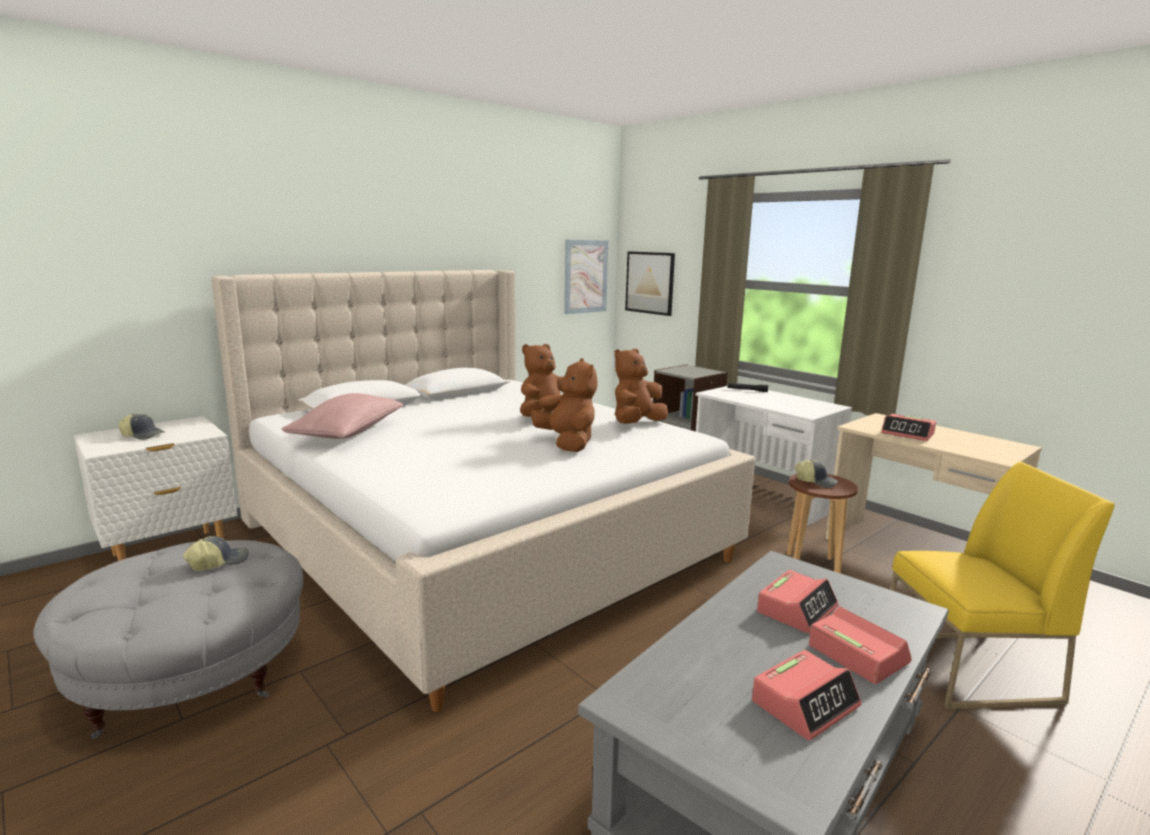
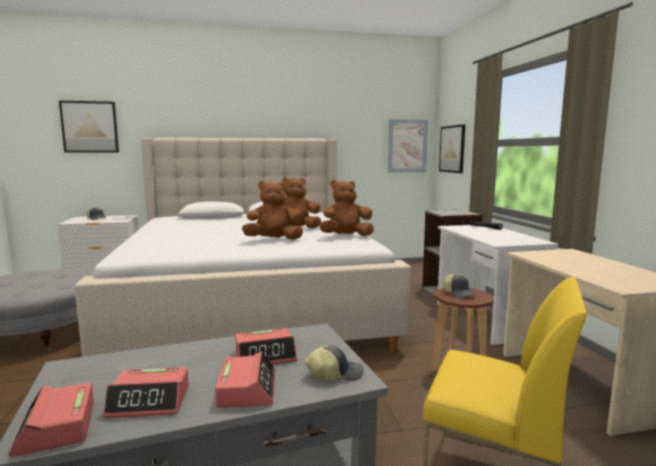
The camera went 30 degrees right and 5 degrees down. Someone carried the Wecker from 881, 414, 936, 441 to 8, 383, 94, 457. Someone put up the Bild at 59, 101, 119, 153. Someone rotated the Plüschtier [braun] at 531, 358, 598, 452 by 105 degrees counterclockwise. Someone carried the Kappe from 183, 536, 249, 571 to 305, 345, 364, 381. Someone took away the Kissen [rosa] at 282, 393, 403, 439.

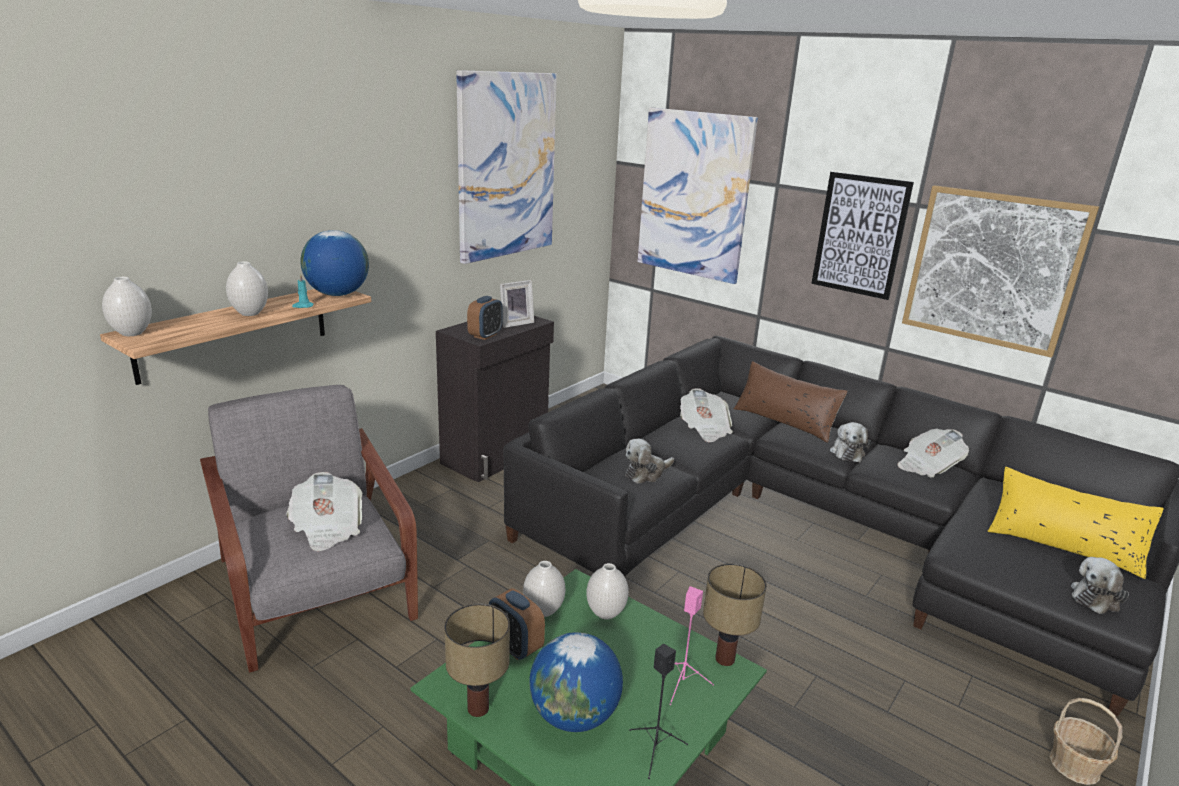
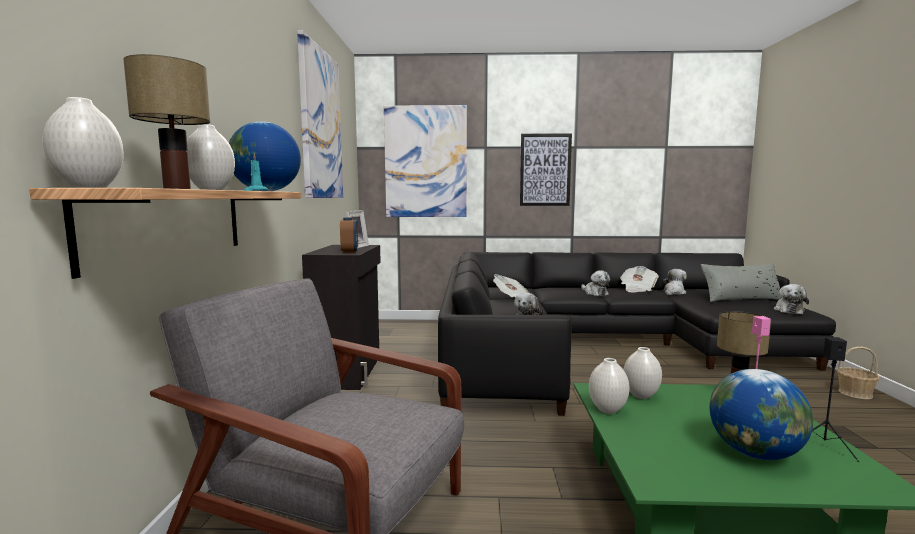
The camera went 35 degrees left and 15 degrees down. Someone carried the Tischlampe from 444, 604, 510, 717 to 123, 54, 210, 189. Someone put down the Plüschtier at 663, 269, 687, 295. Someone repainted the Kissen [gelb] at 988, 467, 1164, 579, which became the Kissen [grau] at 701, 263, 783, 302. Someone took away the Zeitung at 286, 472, 362, 552. Someone took away the Wecker at 489, 588, 545, 660. Someone took away the Kissen [braun] at 734, 361, 848, 443. Someone took away the Bild at 902, 185, 1099, 358.

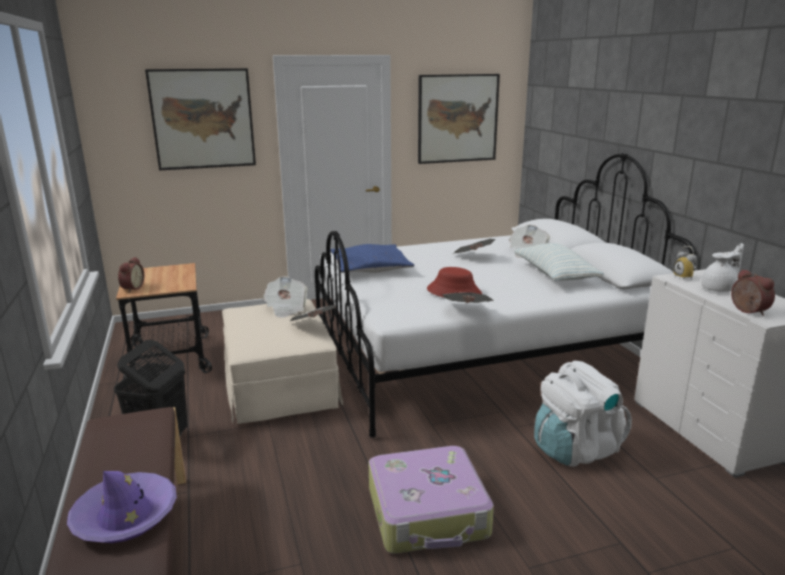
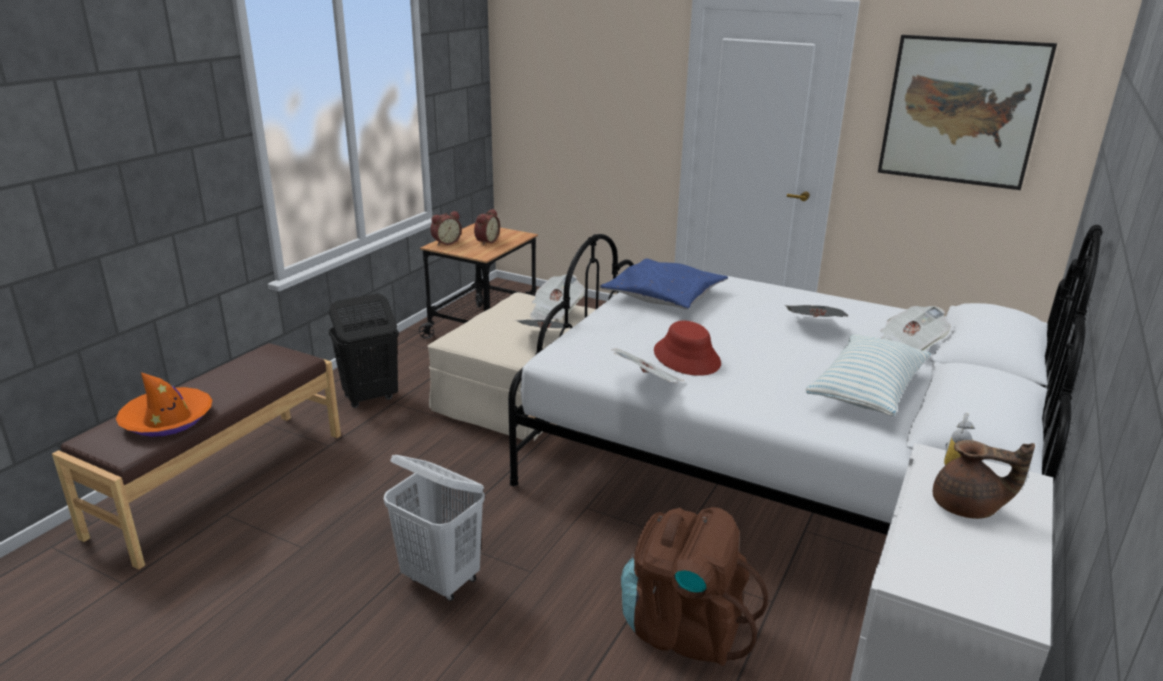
The camera went 45 degrees right and 5 degrees up. Someone repainted the Hut [lila] at 67, 471, 177, 543, which became the Hut [orange] at 116, 372, 212, 437. Someone swapped the Koffer at 369, 446, 494, 554 for the Wäschekorb [weiß] at 384, 455, 485, 601. Someone carried the Wecker from 731, 269, 775, 316 to 474, 209, 500, 245. Someone repainted the Rucksack [weiß] at 534, 361, 632, 467, which became the Rucksack [braun] at 621, 507, 768, 666. Someone repainted the Teekanne [weiß] at 701, 243, 744, 292, which became the Teekanne [braun] at 933, 440, 1035, 519. Someone took away the Bild at 145, 68, 256, 170.

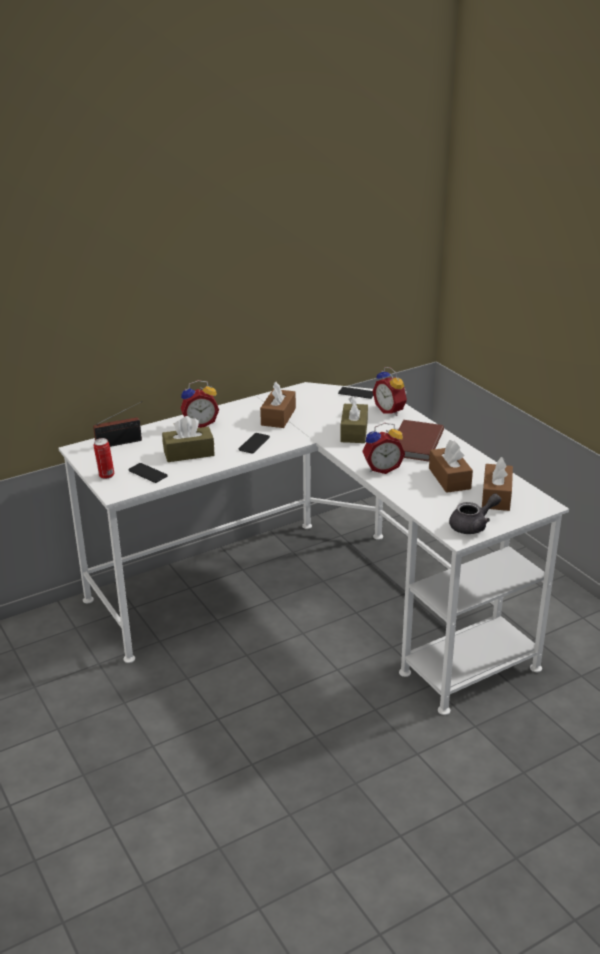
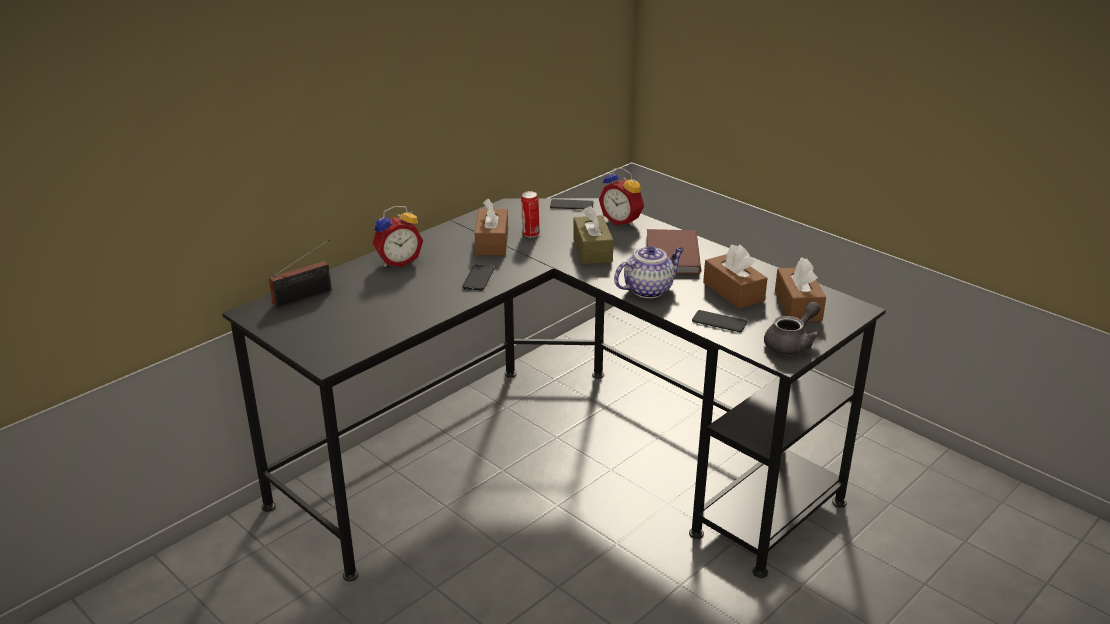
The camera went 15 degrees left and 0 degrees up. Someone repainted the Schreibtisch [weiß] at 58, 382, 569, 715, which became the Schreibtisch [schwarz] at 222, 198, 886, 581. Someone carried the Dose from 93, 438, 114, 479 to 521, 191, 540, 238. Someone swapped the Wecker at 362, 423, 405, 474 for the Teekanne at 614, 246, 684, 298. Someone carried the Handy from 128, 463, 167, 483 to 692, 310, 747, 332. Someone took away the Taschentuchbox [braun] at 162, 416, 215, 462.

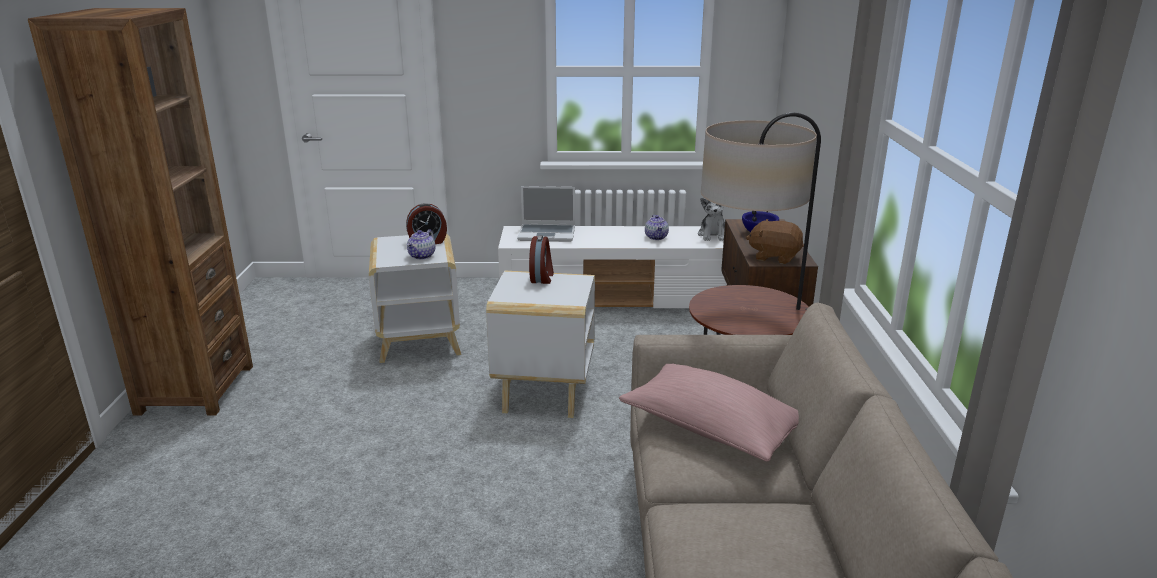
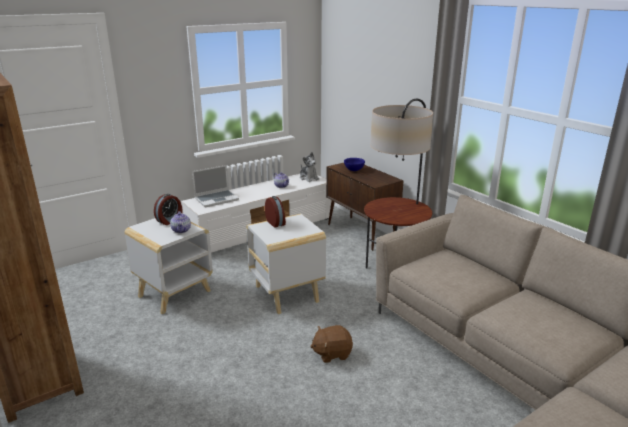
The camera went 35 degrees left and 0 degrees up. Someone carried the Plüschtier [braun] from 746, 219, 804, 264 to 310, 325, 353, 363. Someone took away the Kissen [rosa] at 619, 364, 799, 462.

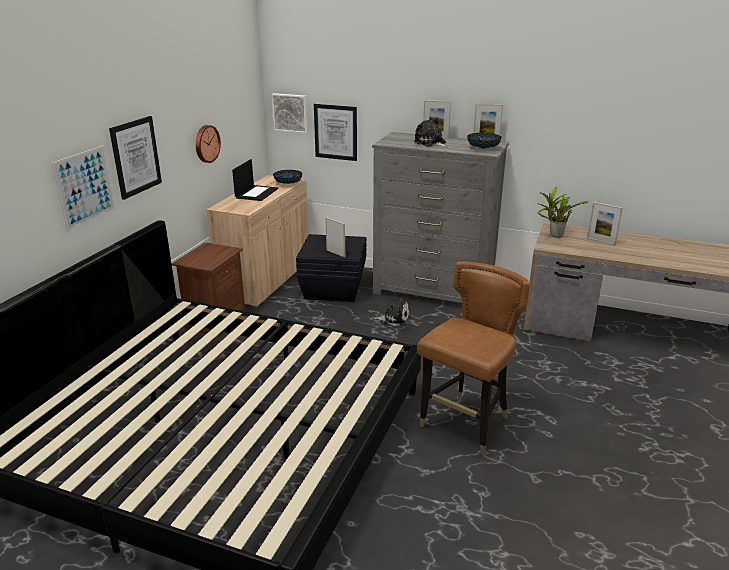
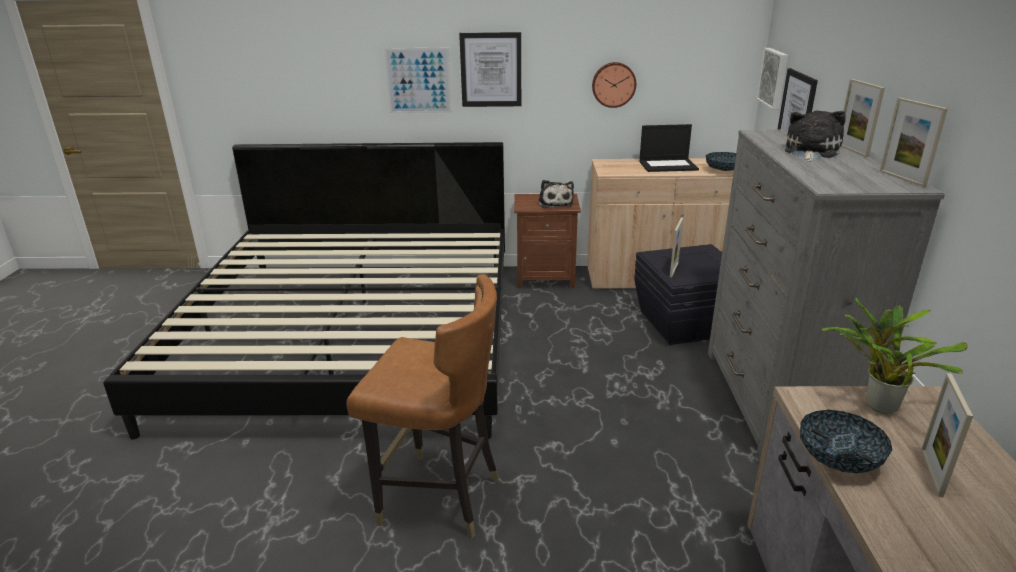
The camera went 70 degrees right and 0 degrees up. Someone carried the Plüschtier from 374, 297, 410, 326 to 538, 180, 574, 208. Someone carried the Schüssel from 467, 133, 501, 149 to 800, 410, 892, 473.

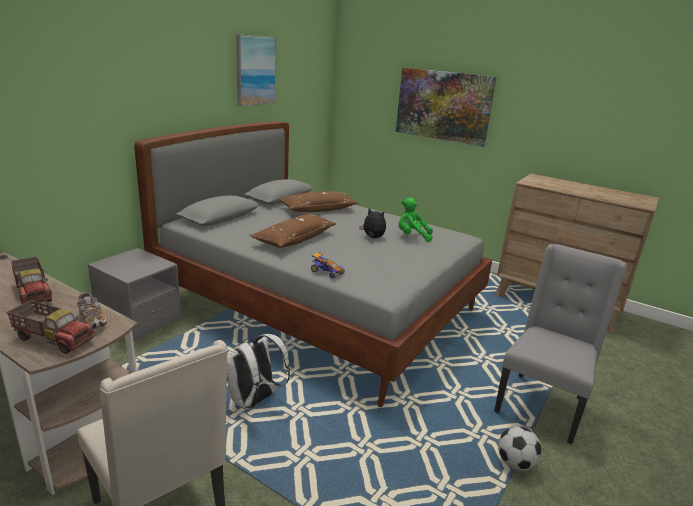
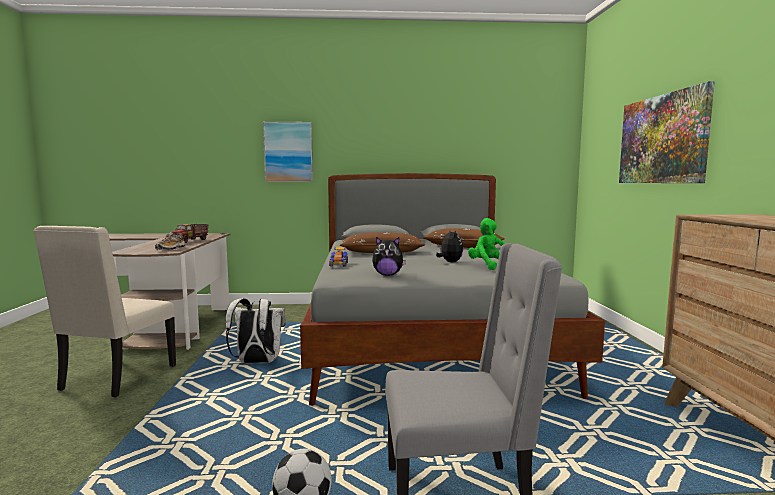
The camera went 55 degrees right and 15 degrees down. Someone carried the Bild from 236, 34, 276, 106 to 263, 122, 313, 182. Someone put down the Plüschtier at 372, 237, 406, 276. Someone took away the Spielzeuglaster at 7, 300, 95, 354. Someone took away the Nachttisch [grau] at 88, 248, 181, 342.

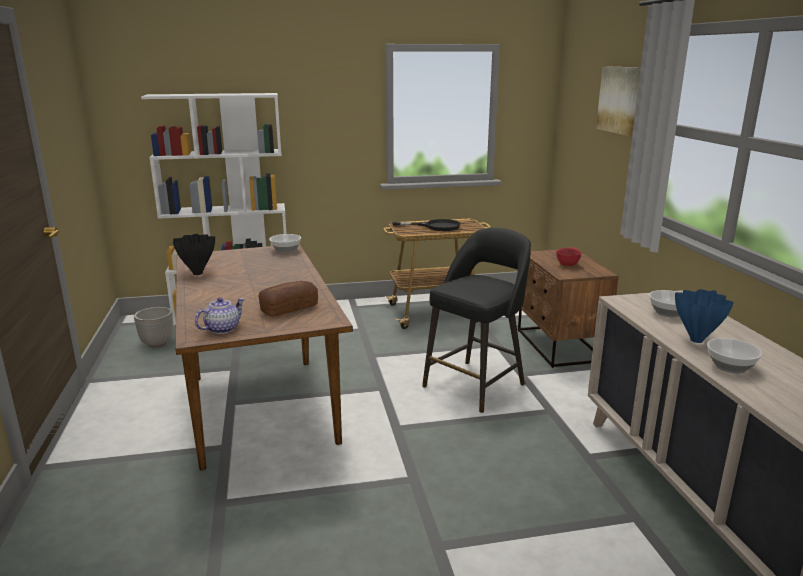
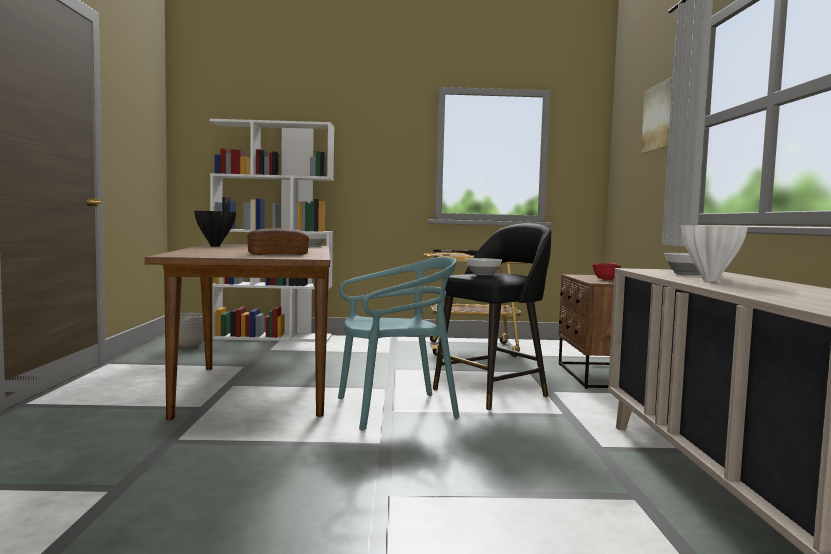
The camera went 10 degrees right and 15 degrees down. Someone put down the Stuhl [türkis] at 338, 257, 459, 430. Someone carried the Schüssel from 707, 338, 762, 373 to 466, 258, 502, 276. Someone repainted the Vase [blau] at 675, 289, 734, 343, which became the Vase [weiß] at 681, 225, 748, 281. Someone took away the Teekanne at 195, 297, 245, 334.

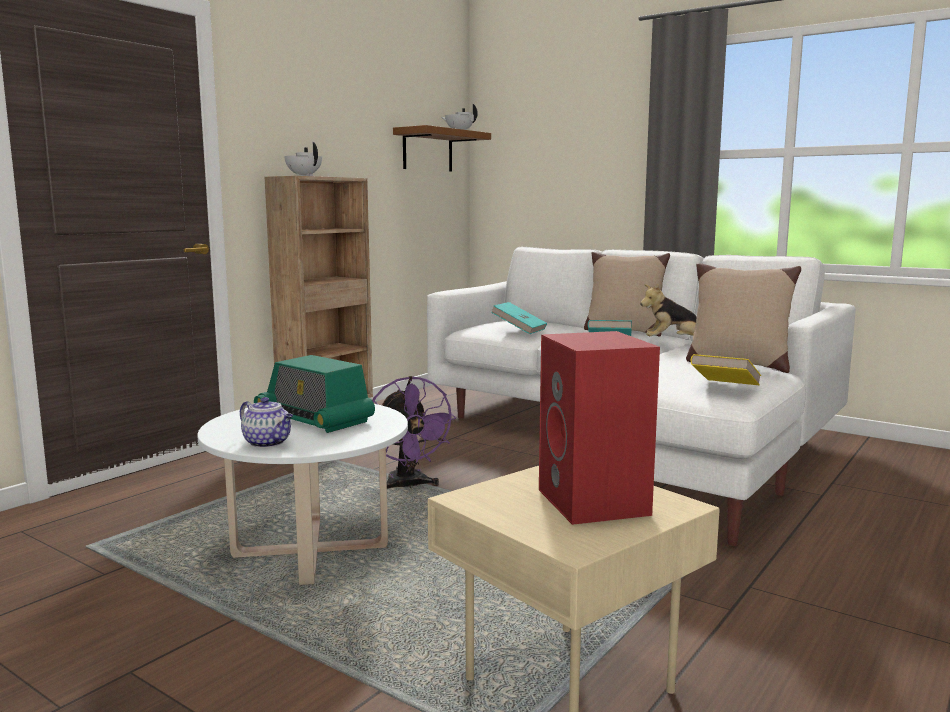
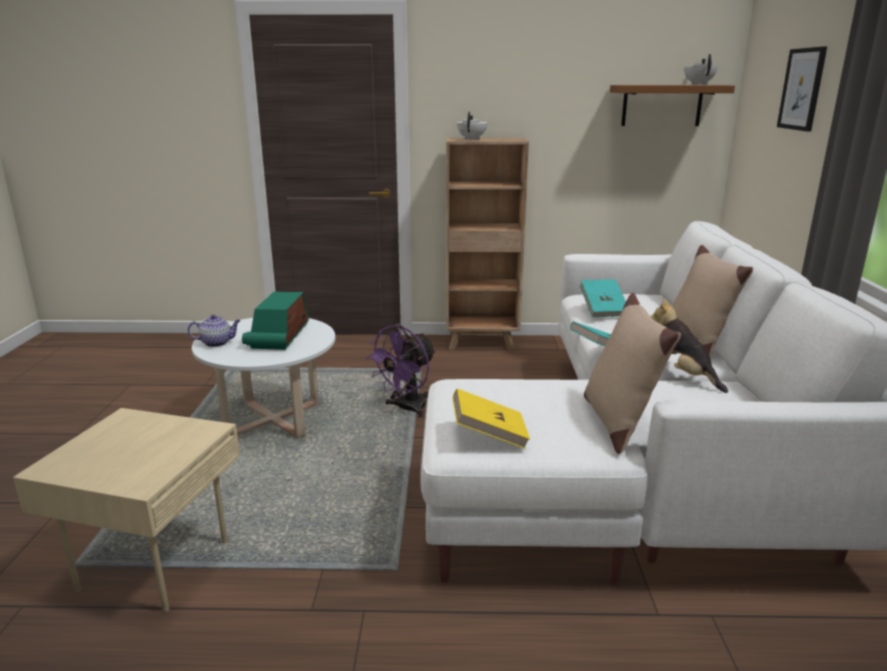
The camera went 55 degrees right and 10 degrees up. Someone rotated the Teekanne at 240, 397, 293, 448 by 105 degrees counterclockwise. Someone put up the Bild at 777, 46, 827, 132. Someone took away the Lautsprecher [rot] at 539, 331, 660, 525.

